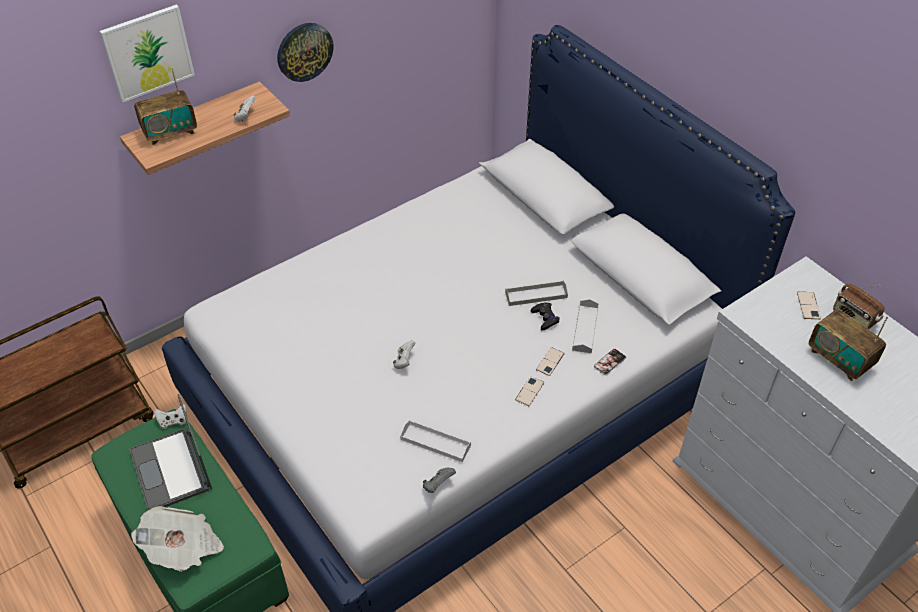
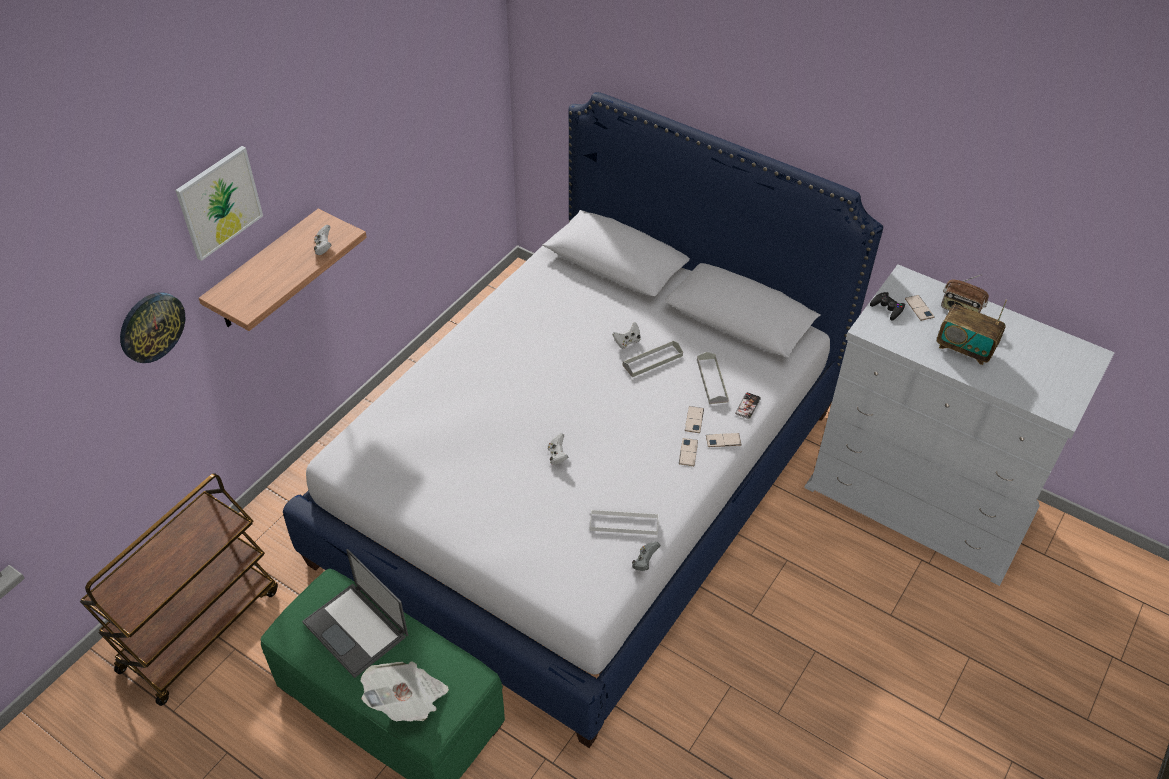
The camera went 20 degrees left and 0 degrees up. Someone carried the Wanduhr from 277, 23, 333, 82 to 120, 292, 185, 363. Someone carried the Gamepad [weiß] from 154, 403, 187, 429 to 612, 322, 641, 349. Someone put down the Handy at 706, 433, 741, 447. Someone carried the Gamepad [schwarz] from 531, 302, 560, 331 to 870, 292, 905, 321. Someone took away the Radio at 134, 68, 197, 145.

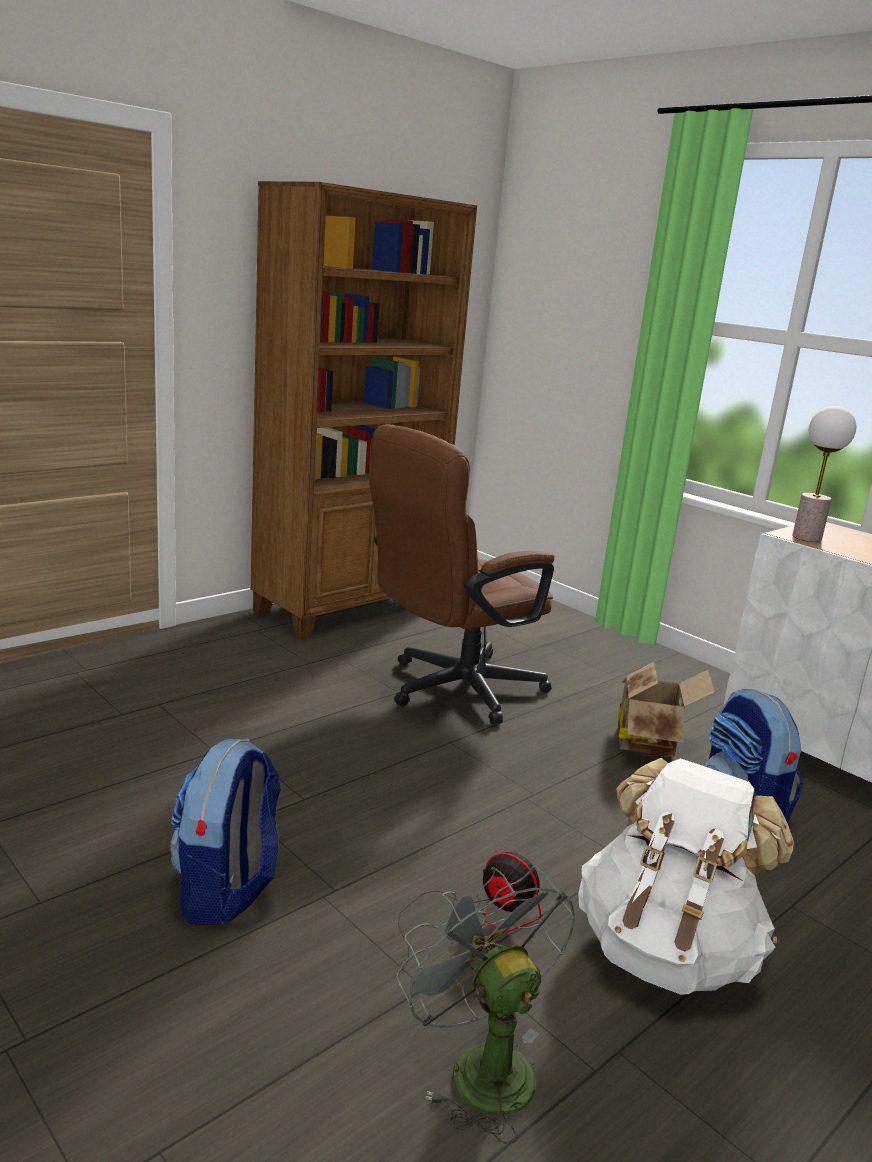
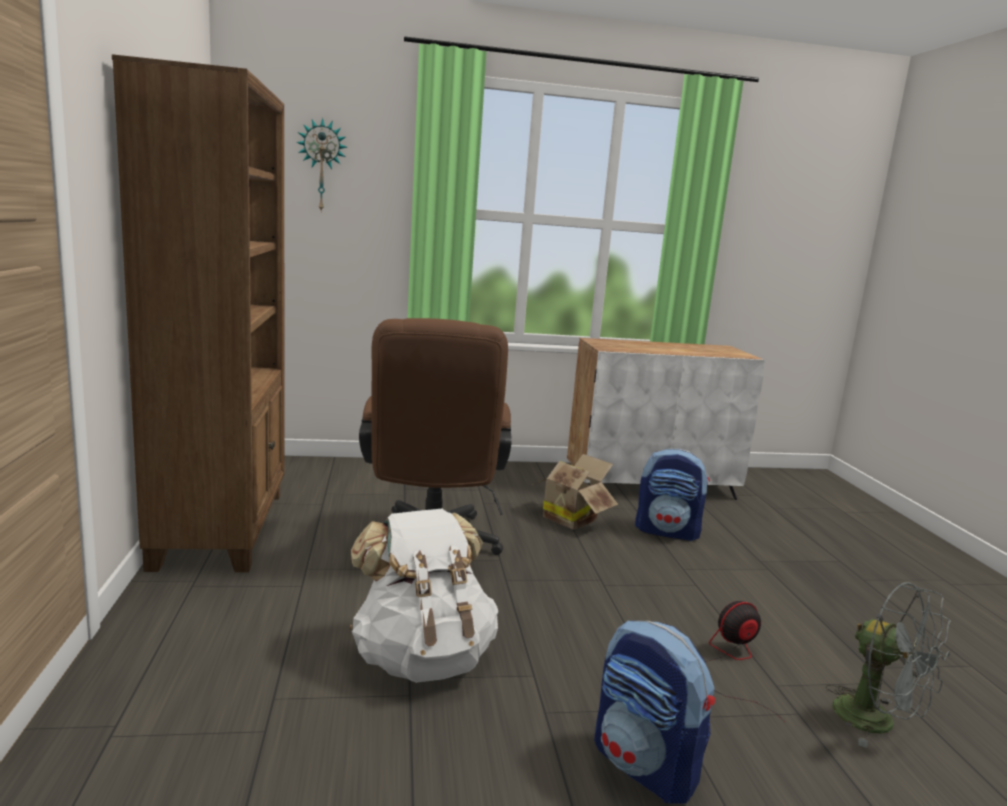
The camera went 55 degrees left and 5 degrees down. Someone put up the Wanduhr at 296, 118, 347, 211. Someone carried the Rucksack [weiß] from 578, 758, 794, 994 to 350, 509, 498, 683. Someone rotated the Ventilator [grau] at 396, 866, 576, 1144 by 135 degrees counterclockwise. Someone took away the Tischlampe at 792, 406, 856, 542.

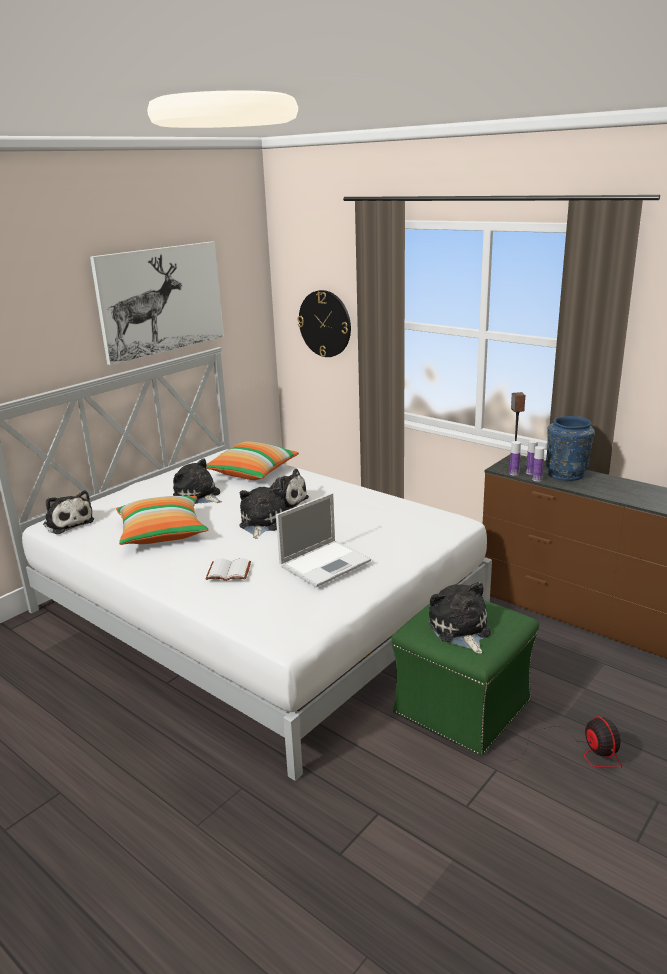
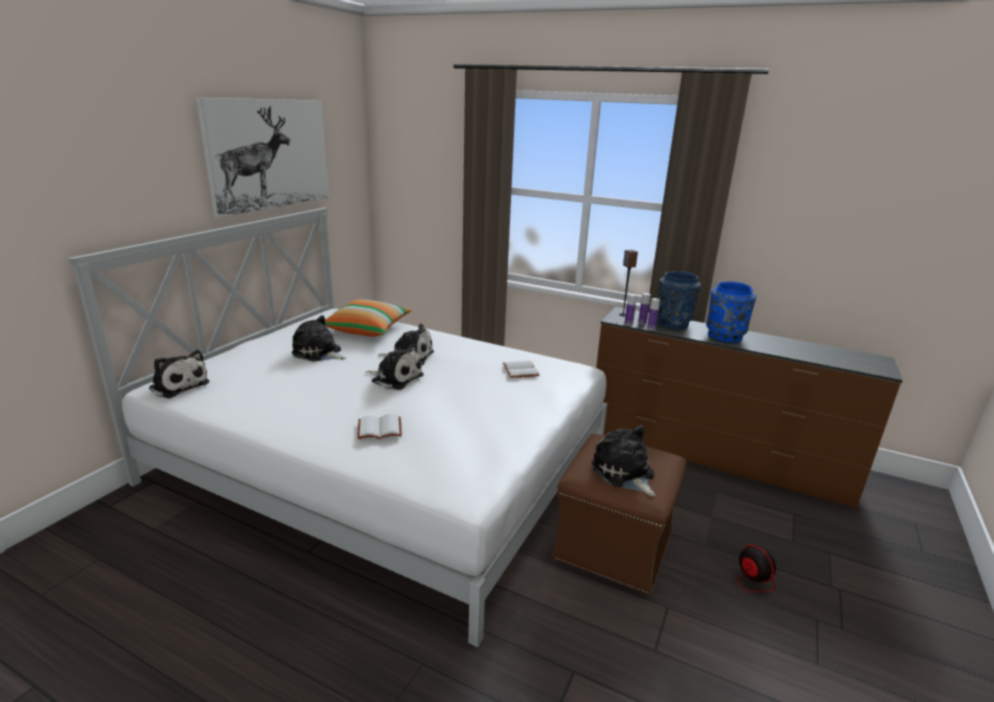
The camera went 15 degrees left and 0 degrees up. Someone rotated the Plüschtier at 239, 487, 286, 539 by 120 degrees clockwise. Someone put down the Buch [weiß] at 503, 360, 540, 378. Someone repainted the Polsterhocker [grün] at 391, 600, 539, 756, which became the Polsterhocker [braun] at 552, 434, 686, 595. Someone put down the Vase [blau] at 706, 282, 756, 343. Someone took away the Kissen at 116, 496, 208, 545. Someone took away the Laptop at 276, 493, 371, 587. Someone took away the Wanduhr at 298, 290, 351, 357.

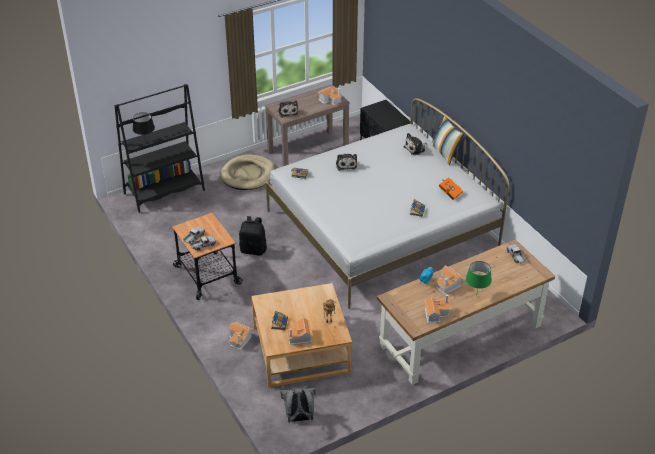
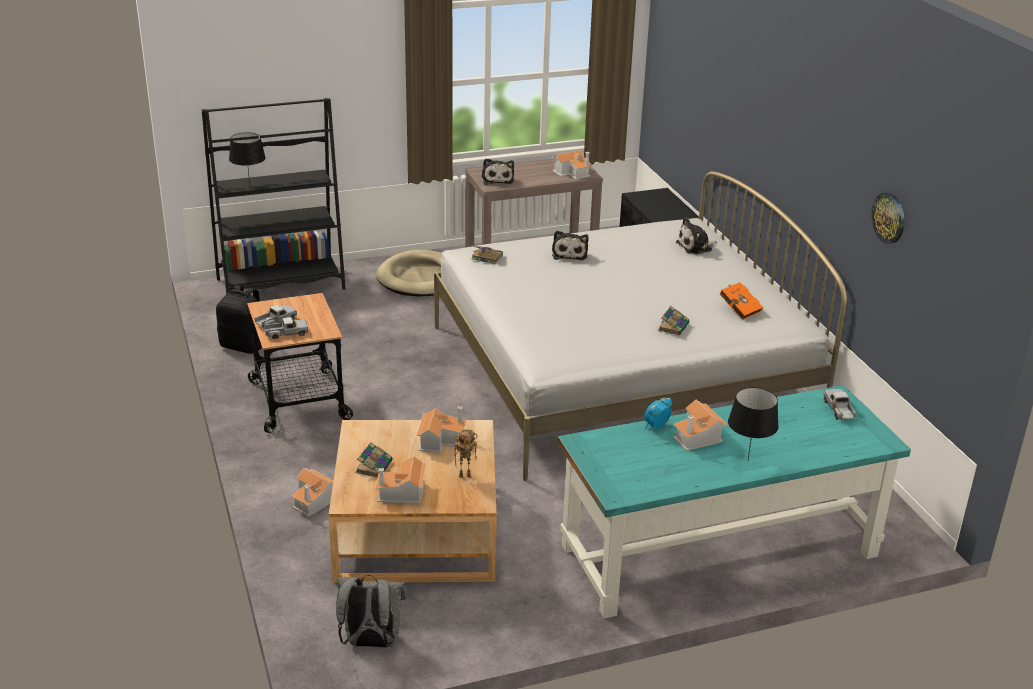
The camera went 10 degrees right and 10 degrees down. Someone carried the Rucksack [schwarz] from 239, 216, 267, 256 to 216, 285, 262, 354. Someone carried the Spielzeughaus from 424, 294, 451, 323 to 417, 406, 466, 453. Someone repainted the Schreibtisch [braun] at 377, 239, 555, 385, which became the Schreibtisch [türkis] at 557, 385, 911, 619. Someone repainted the Tischlampe [grün] at 466, 261, 492, 297, which became the Tischlampe [schwarz] at 728, 387, 779, 459. Someone put up the Wanduhr at 871, 192, 905, 244. Someone took away the Kissen at 432, 117, 464, 165.

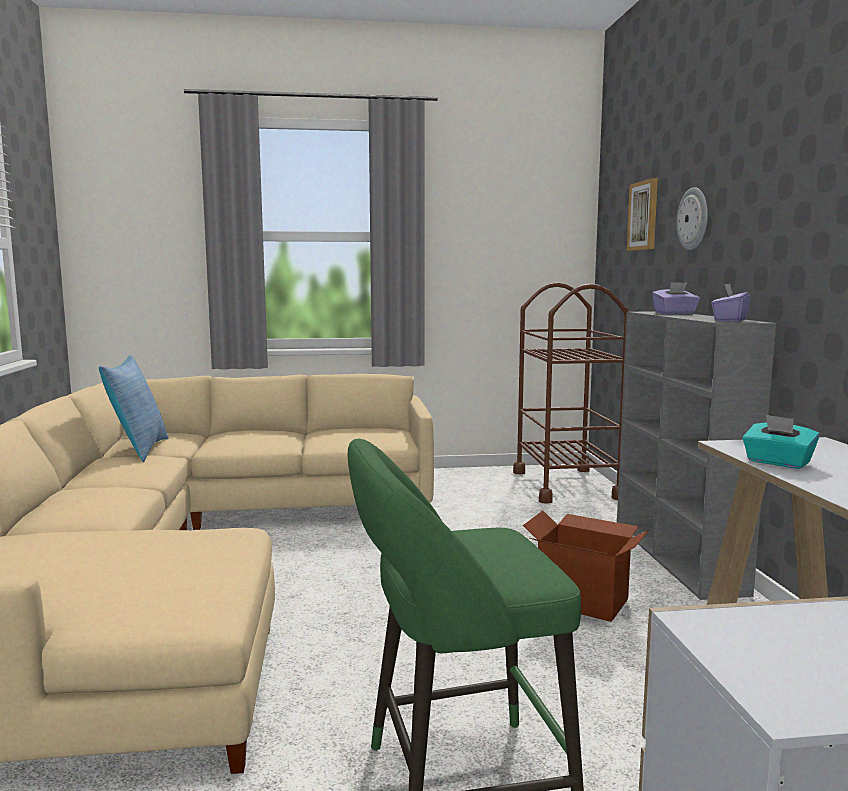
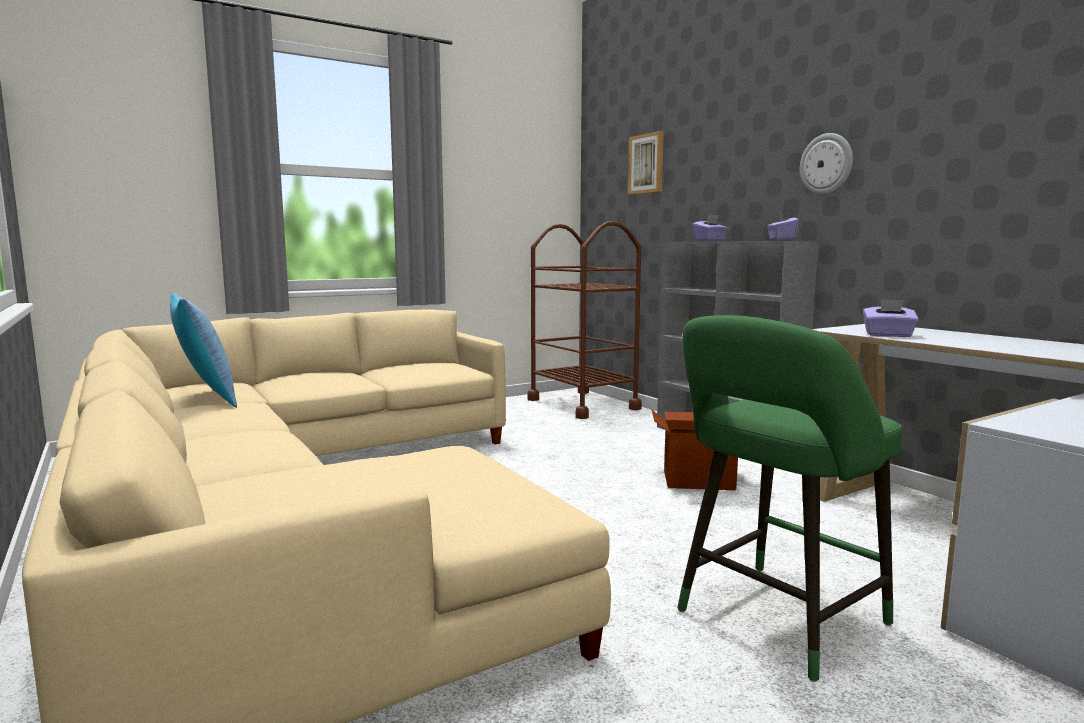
The camera went 25 degrees left and 0 degrees up. Someone carried the Wanduhr from 677, 187, 708, 250 to 800, 133, 853, 195. Someone repainted the Taschentuchbox [türkis] at 743, 415, 820, 469, which became the Taschentuchbox [lila] at 863, 299, 919, 337.

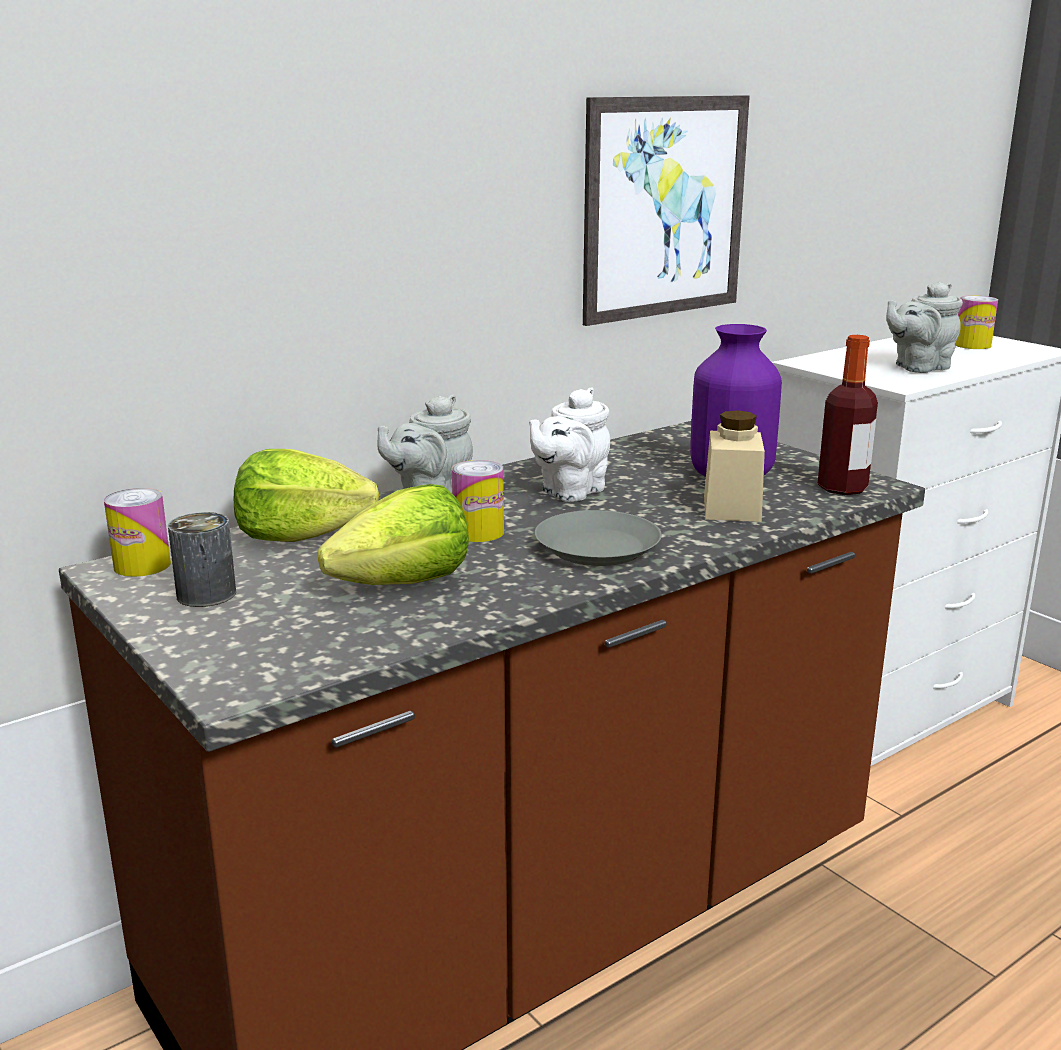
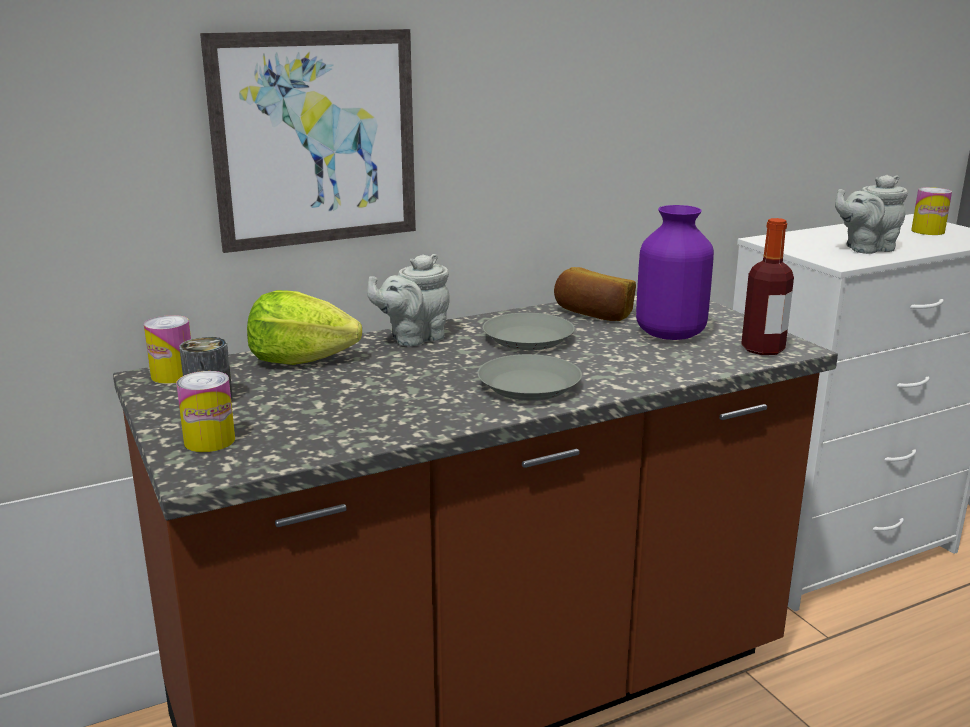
The camera went 10 degrees right and 0 degrees up. Someone carried the Dose from 452, 460, 504, 542 to 176, 371, 235, 452. Someone carried the Bild from 583, 95, 750, 326 to 200, 29, 416, 253. Someone swapped the Teekanne [weiß] at 529, 387, 610, 501 for the Teller [grau] at 483, 313, 575, 350. Someone put down the Brot at 554, 267, 636, 321. Someone took away the Salatkopf at 318, 484, 469, 585. Someone took away the Vorratsglas [beige] at 704, 410, 765, 522.

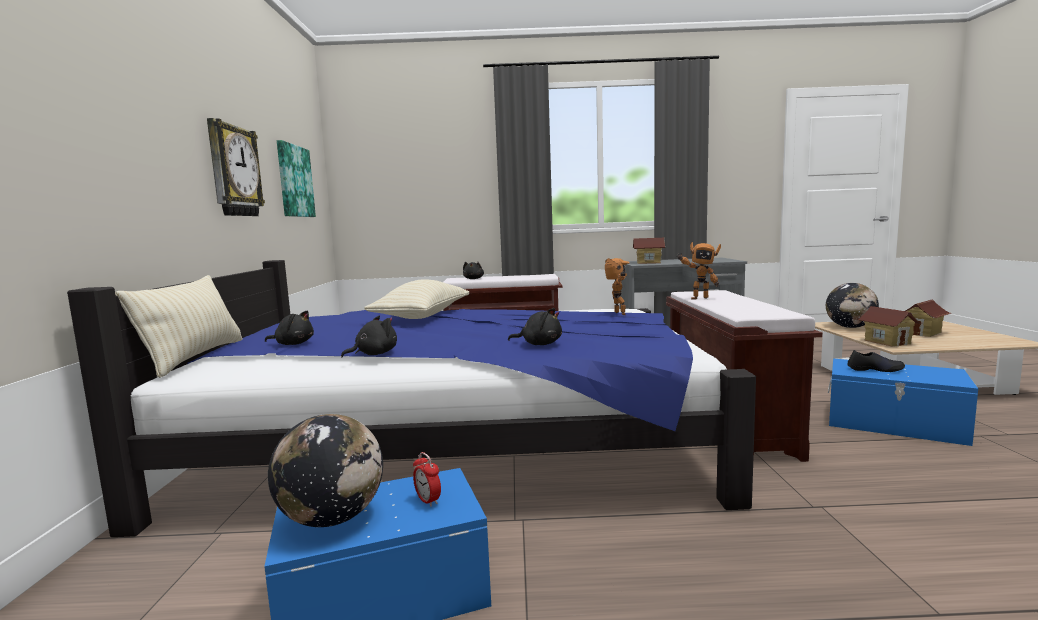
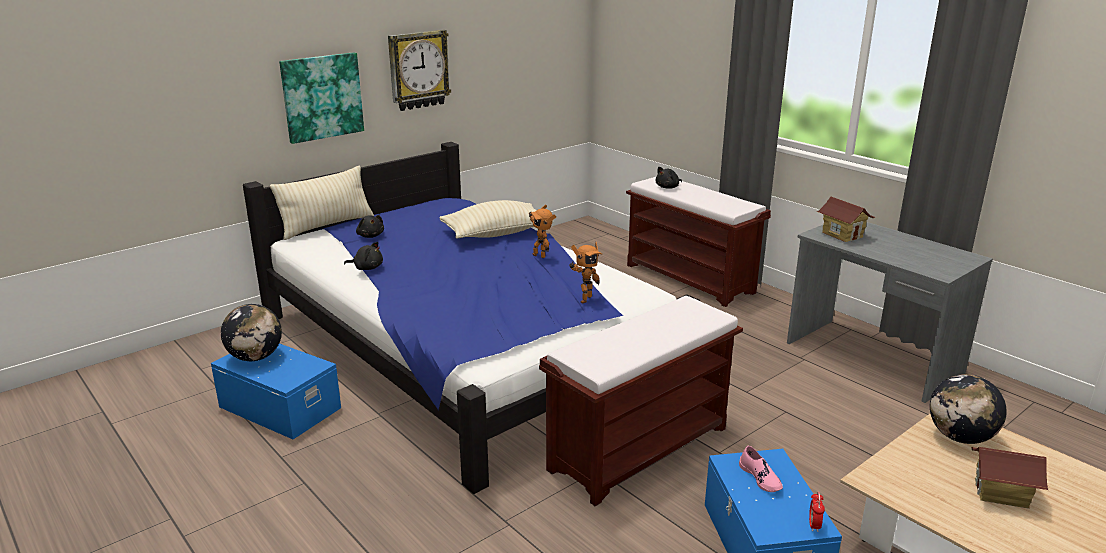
The camera went 50 degrees right and 15 degrees up. Someone carried the Bild from 277, 140, 316, 217 to 279, 52, 364, 144. Someone carried the Spielzeugroboter from 677, 242, 721, 299 to 529, 204, 556, 258. Someone repainted the Schuh [schwarz] at 847, 350, 905, 372, which became the Schuh [rosa] at 739, 445, 783, 492. Someone carried the Wecker from 413, 452, 441, 507 to 809, 492, 825, 532. Someone took away the Plüschtier [schwarz] at 508, 308, 562, 345. Someone took away the Spielzeughaus at 857, 306, 922, 346.

